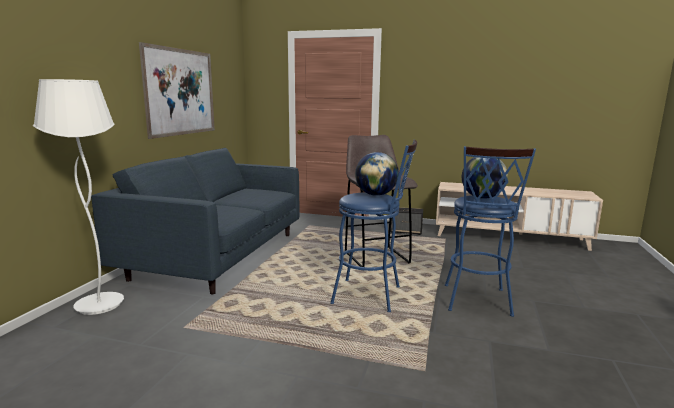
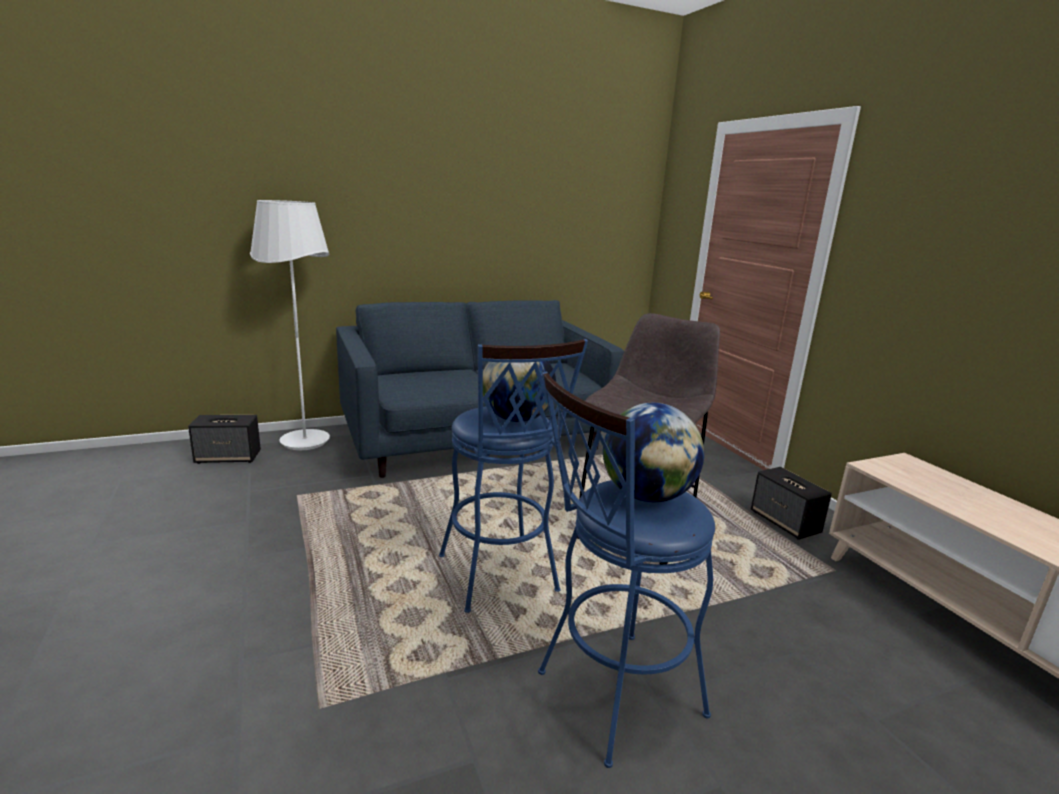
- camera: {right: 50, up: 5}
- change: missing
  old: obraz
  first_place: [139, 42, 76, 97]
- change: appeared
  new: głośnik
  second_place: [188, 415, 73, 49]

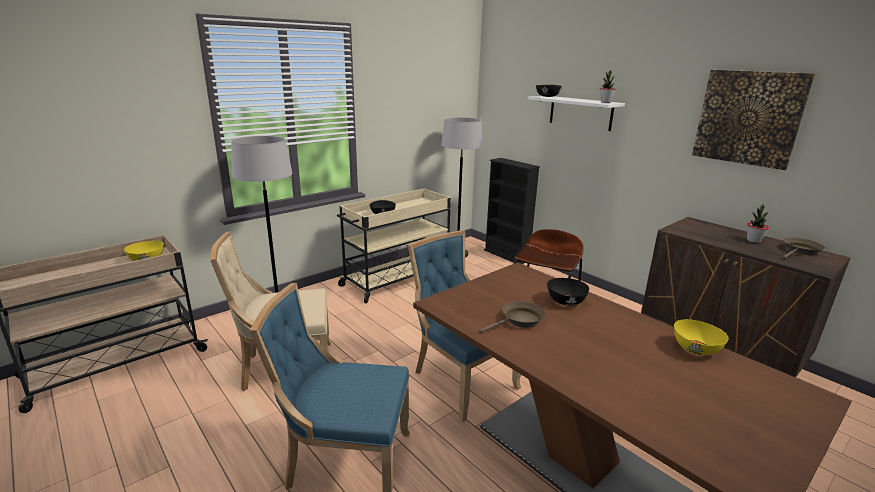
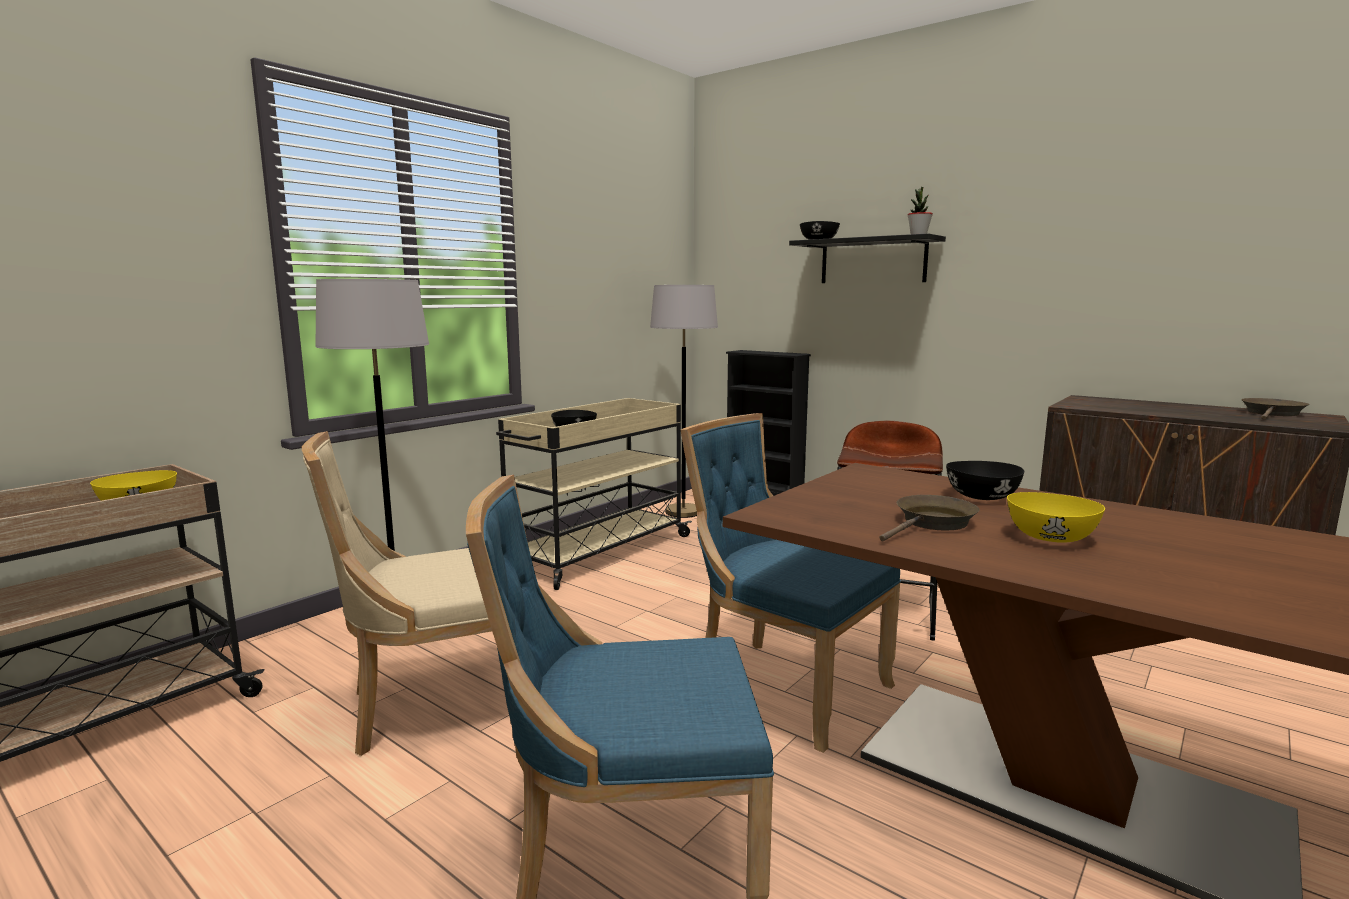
- camera: {right: -10, up: -10}
- change: colour
  old: półka (biały)
  new: półka (czarny)
  first_place: [528, 96, 97, 35]
  second_place: [789, 233, 157, 50]
- change: relocated
  old: miska (żółty)
  first_place: [674, 319, 55, 36]
  second_place: [1007, 492, 98, 51]
- change: missing
  old: obraz
  first_place: [692, 70, 123, 100]
- change: missing
  old: roślina doniczkowa
  first_place: [747, 204, 22, 39]

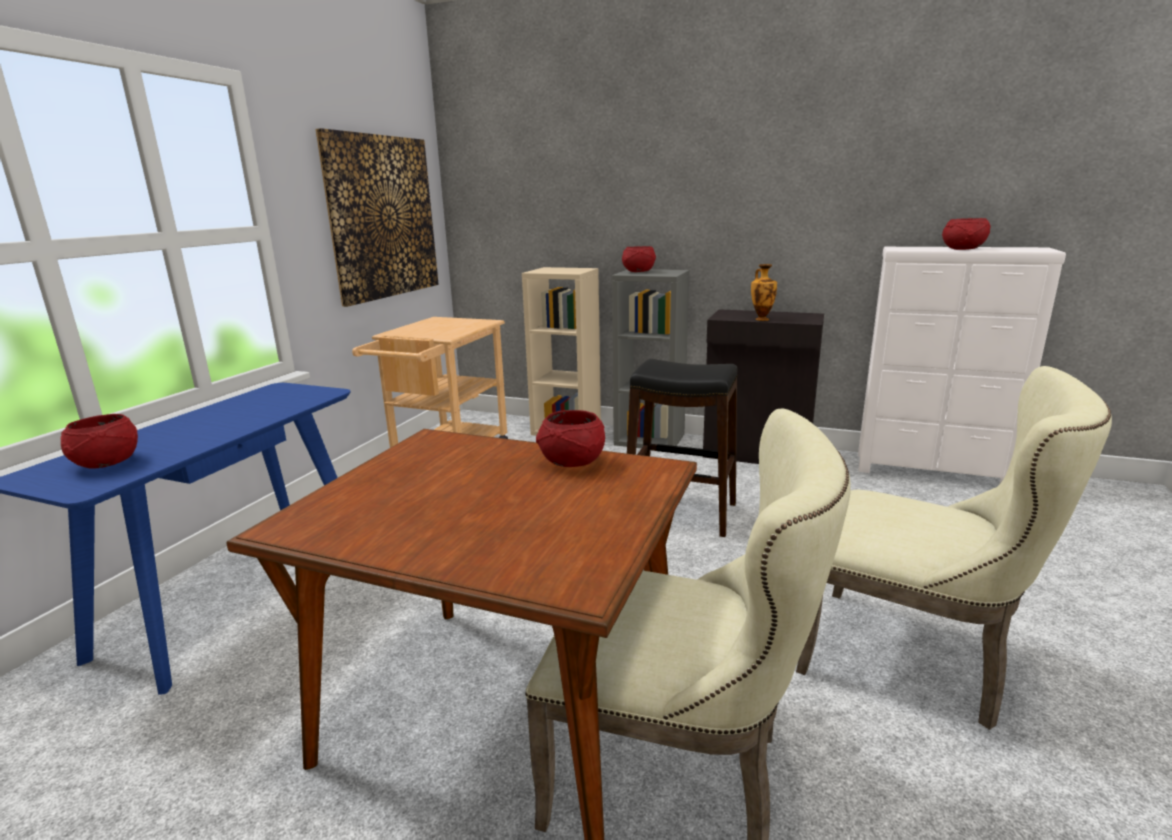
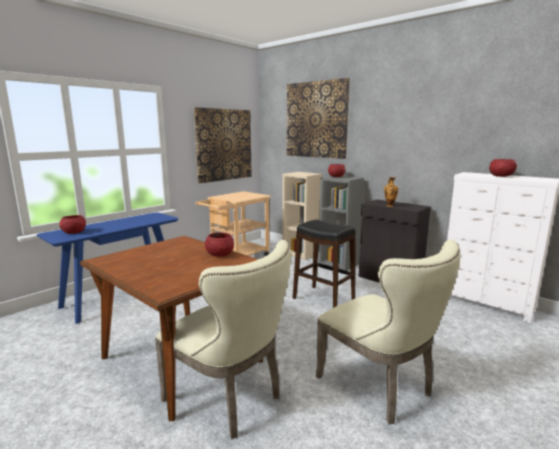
- camera: {right: 20, up: -5}
- change: appeared
  new: obraz
  second_place: [287, 78, 63, 81]

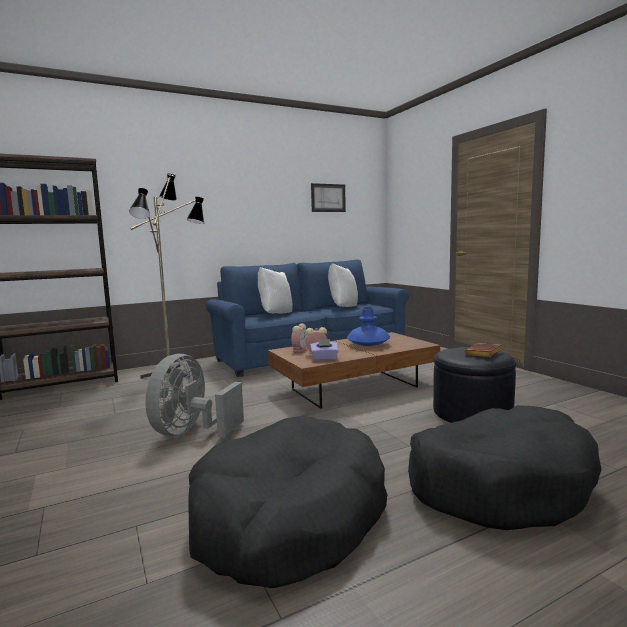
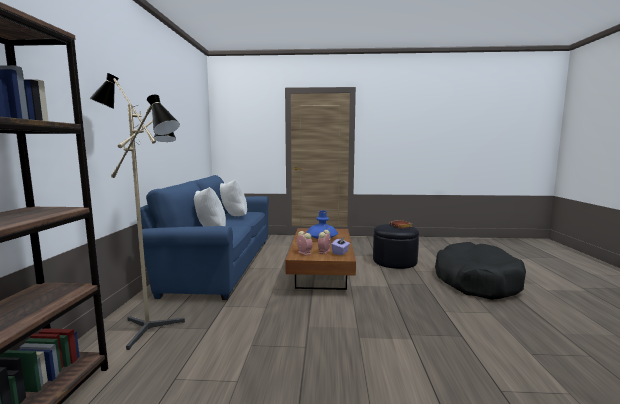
- camera: {right: -60, up: 0}
- change: missing
  old: wentylator (szary)
  first_place: [145, 354, 99, 83]
- change: missing
  old: legowisko (czarny)
  first_place: [188, 415, 199, 173]
- change: missing
  old: obraz
  first_place: [311, 183, 35, 29]

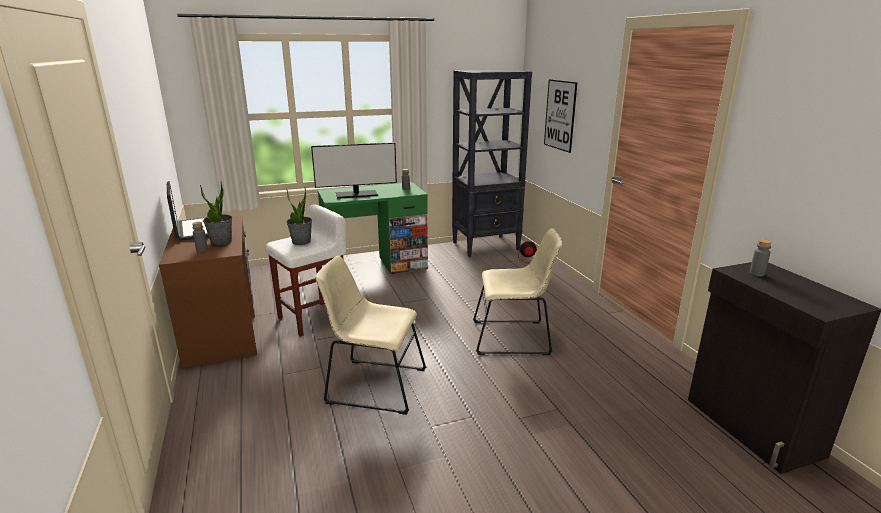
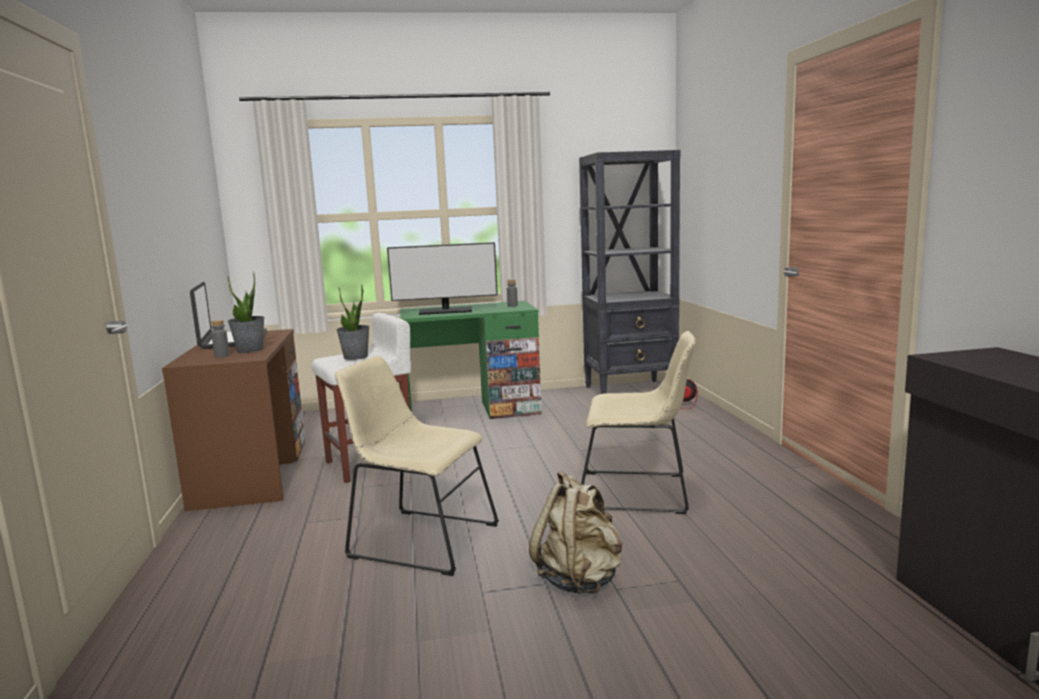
- camera: {right: 10, up: -10}
- change: missing
  old: obraz
  first_place: [544, 79, 33, 74]
- change: missing
  old: butelka (szary)
  first_place: [749, 239, 23, 37]
- change: appeared
  new: plecak (beżowy)
  second_place: [529, 471, 94, 123]

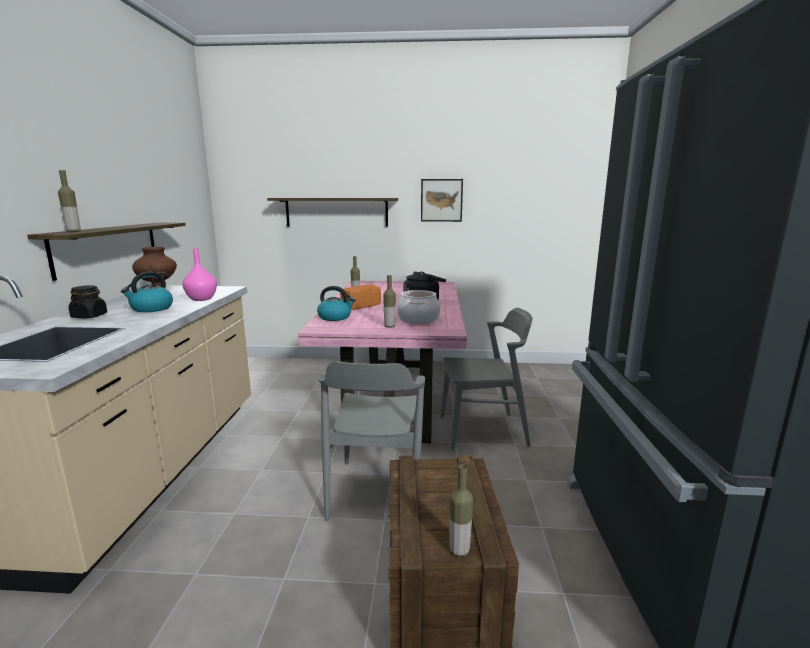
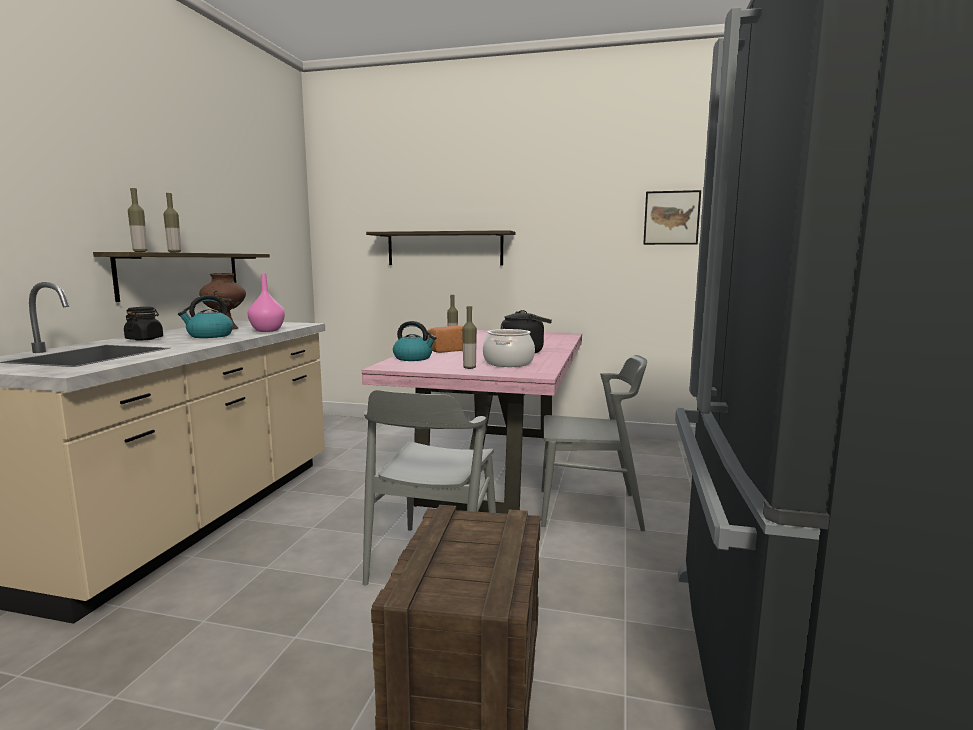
- camera: {right: 10, up: -5}
- change: relocated
  old: obraz
  first_place: [421, 179, 42, 43]
  second_place: [643, 190, 58, 55]
- change: relocated
  old: butelka
  first_place: [449, 464, 24, 93]
  second_place: [163, 193, 18, 59]

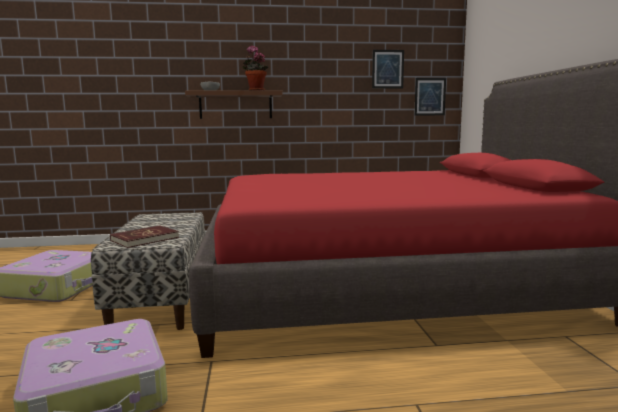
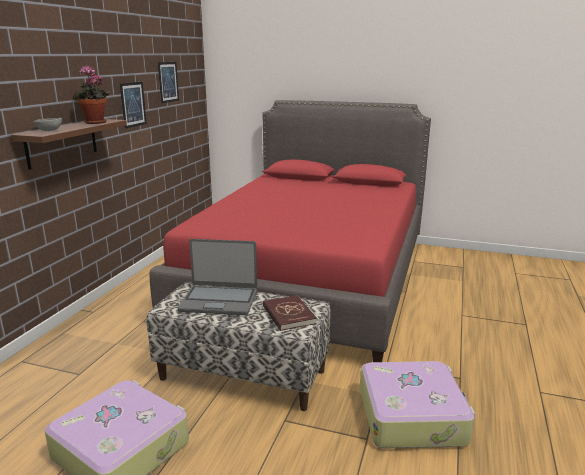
- camera: {right: -65, up: 10}
- change: relocated
  old: obraz
  first_place: [414, 78, 32, 38]
  second_place: [120, 82, 27, 47]
- change: appeared
  new: laptop
  second_place: [178, 239, 79, 76]

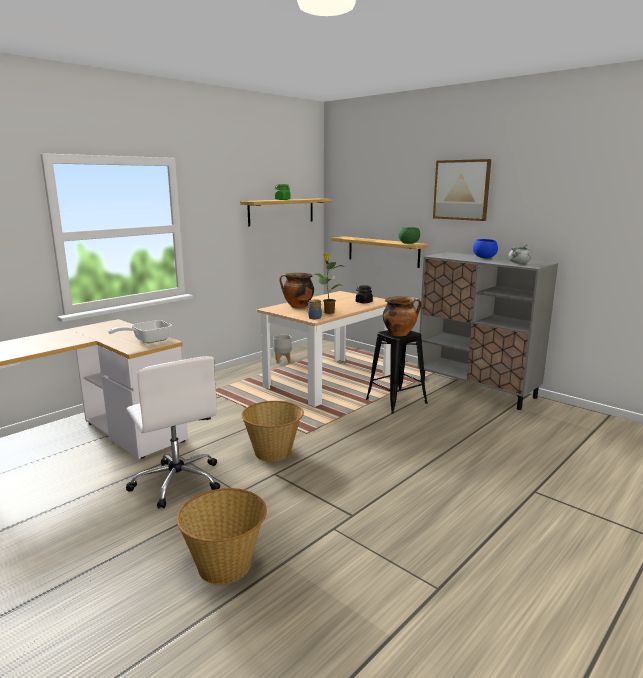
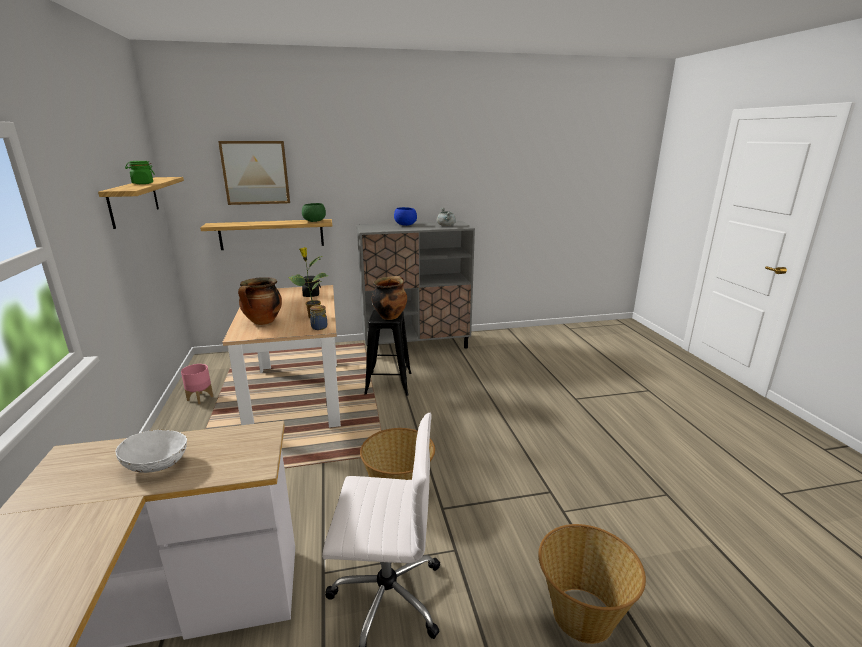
- camera: {right: -55, up: 5}
- change: missing
  old: patelnia
  first_place: [108, 320, 64, 23]
- change: colour
  old: donica (szary)
  new: donica (różowy)
  first_place: [273, 335, 19, 29]
  second_place: [181, 364, 32, 41]
- change: relocated
  old: obraz
  first_place: [433, 159, 58, 62]
  second_place: [218, 141, 72, 64]
- change: appeared
  new: miska (biały)
  second_place: [116, 429, 71, 44]

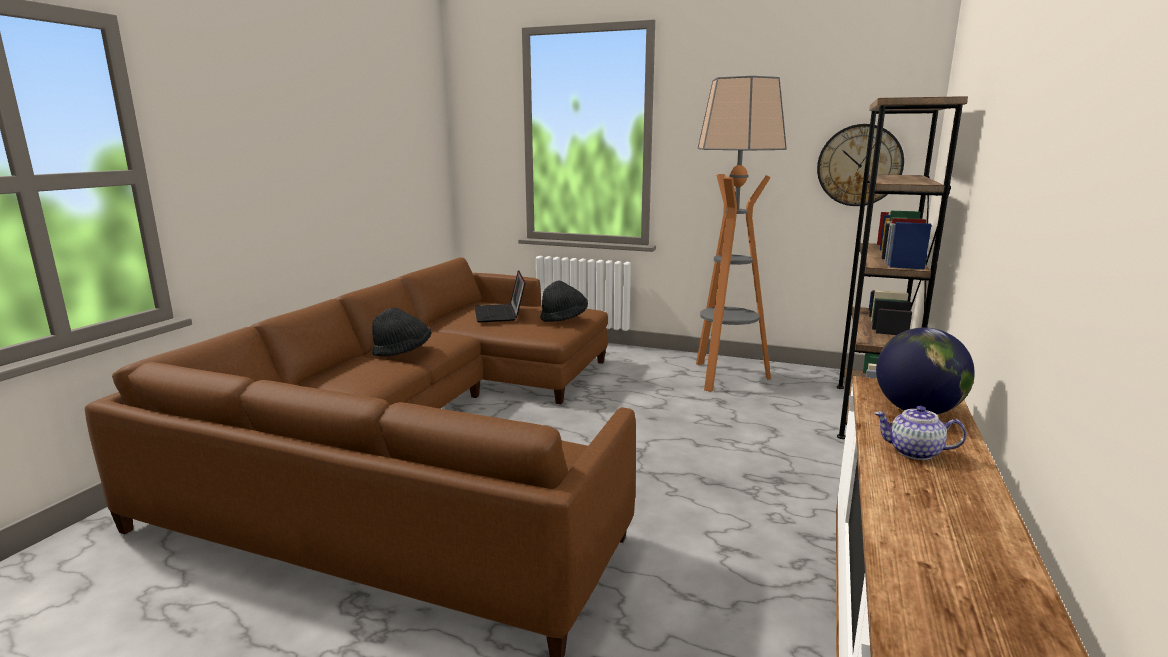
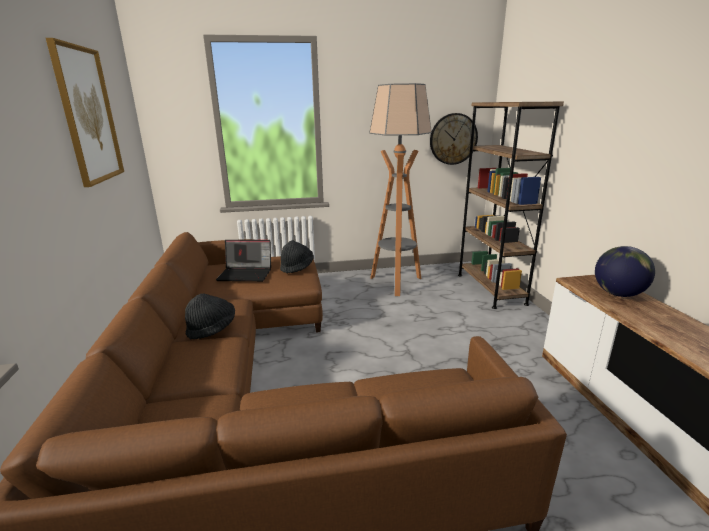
- camera: {right: -30, up: 5}
- change: spun
  old: laptop
  first_place: [474, 270, 52, 53]
  second_place: [216, 240, 55, 42]
  degrees: -45
- change: missing
  old: imbryk
  first_place: [874, 406, 93, 54]
- change: appeared
  new: obraz
  second_place: [46, 38, 78, 149]

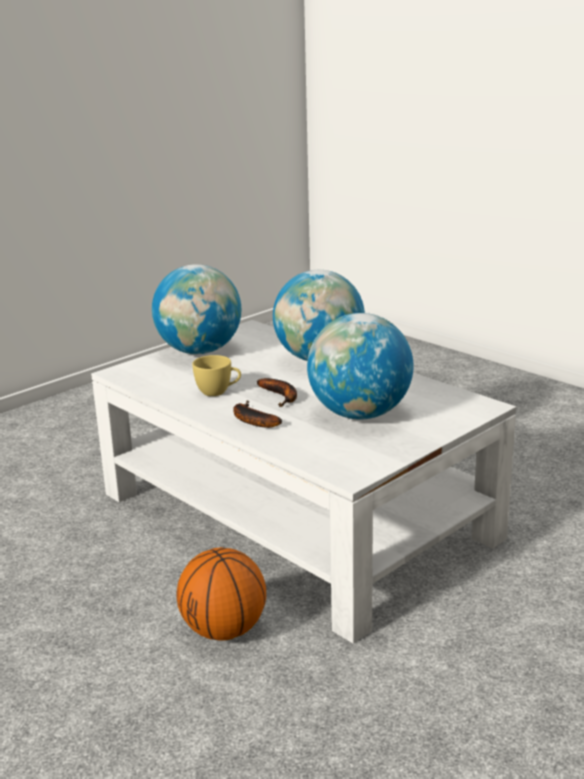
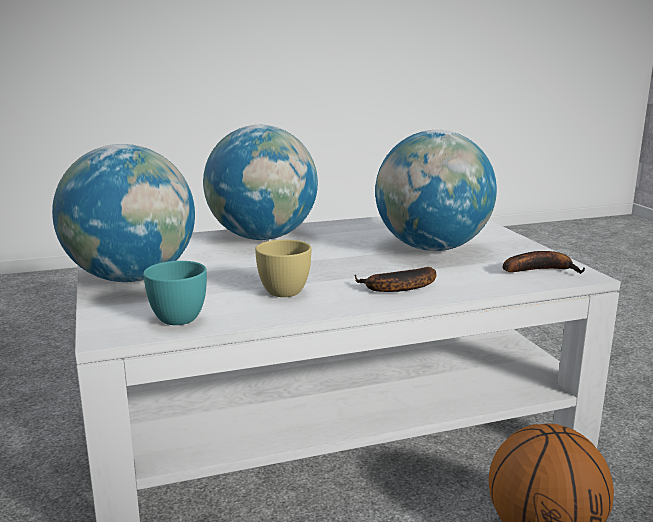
- camera: {right: -65, up: -5}
- change: relocated
  old: banan
  first_place: [257, 378, 40, 29]
  second_place: [503, 251, 82, 23]
- change: appeared
  new: filiżanka (turkusowy)
  second_place: [143, 261, 64, 64]

